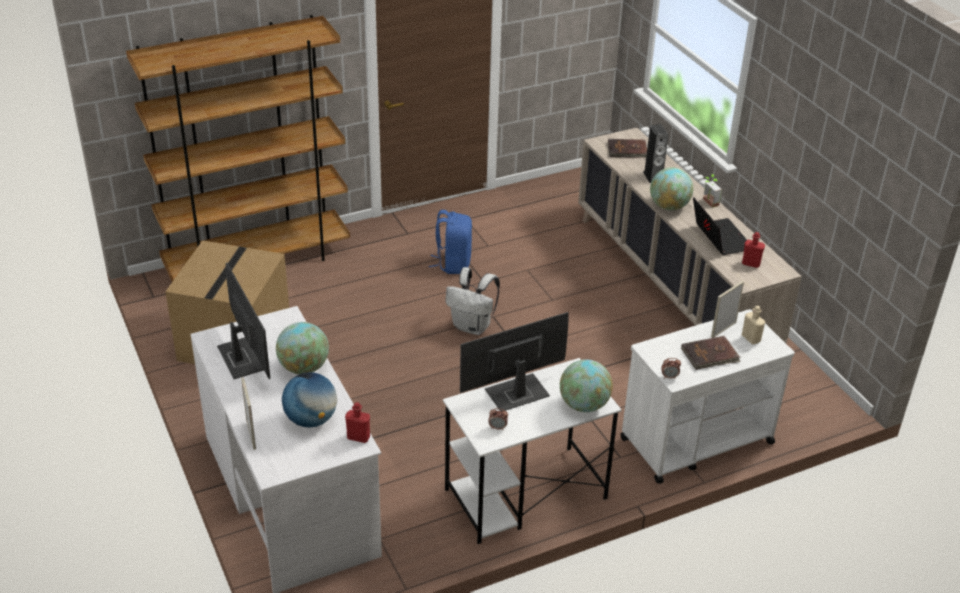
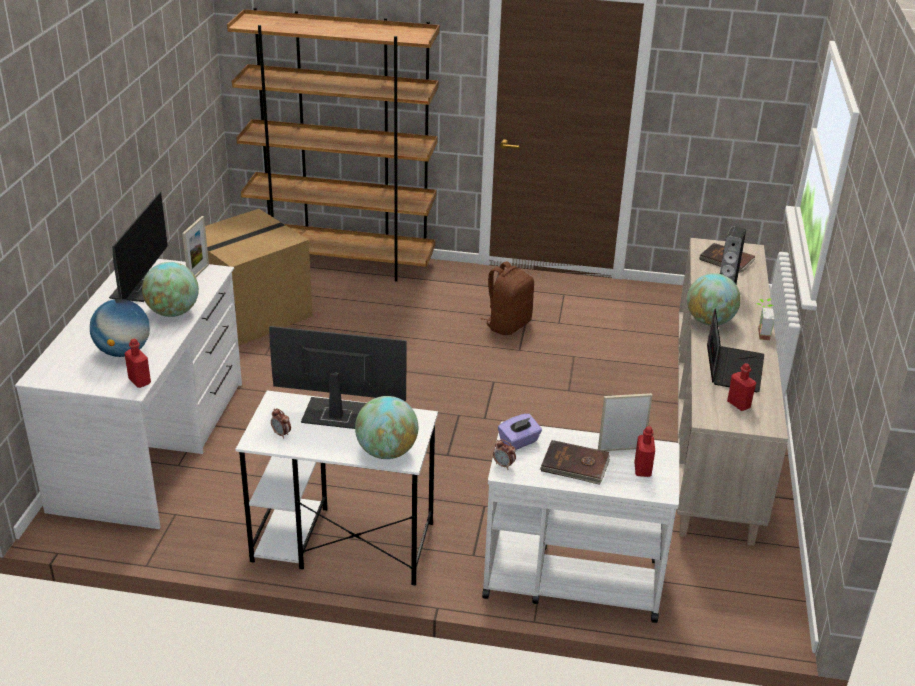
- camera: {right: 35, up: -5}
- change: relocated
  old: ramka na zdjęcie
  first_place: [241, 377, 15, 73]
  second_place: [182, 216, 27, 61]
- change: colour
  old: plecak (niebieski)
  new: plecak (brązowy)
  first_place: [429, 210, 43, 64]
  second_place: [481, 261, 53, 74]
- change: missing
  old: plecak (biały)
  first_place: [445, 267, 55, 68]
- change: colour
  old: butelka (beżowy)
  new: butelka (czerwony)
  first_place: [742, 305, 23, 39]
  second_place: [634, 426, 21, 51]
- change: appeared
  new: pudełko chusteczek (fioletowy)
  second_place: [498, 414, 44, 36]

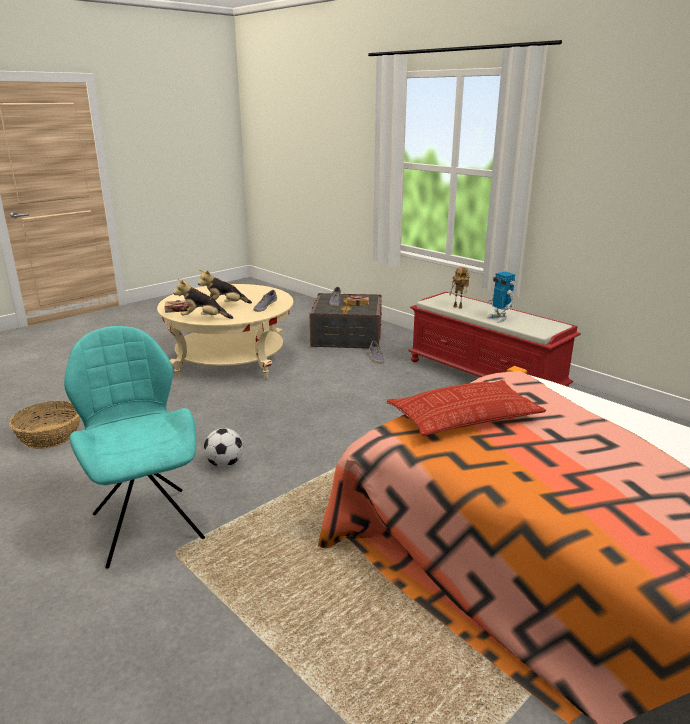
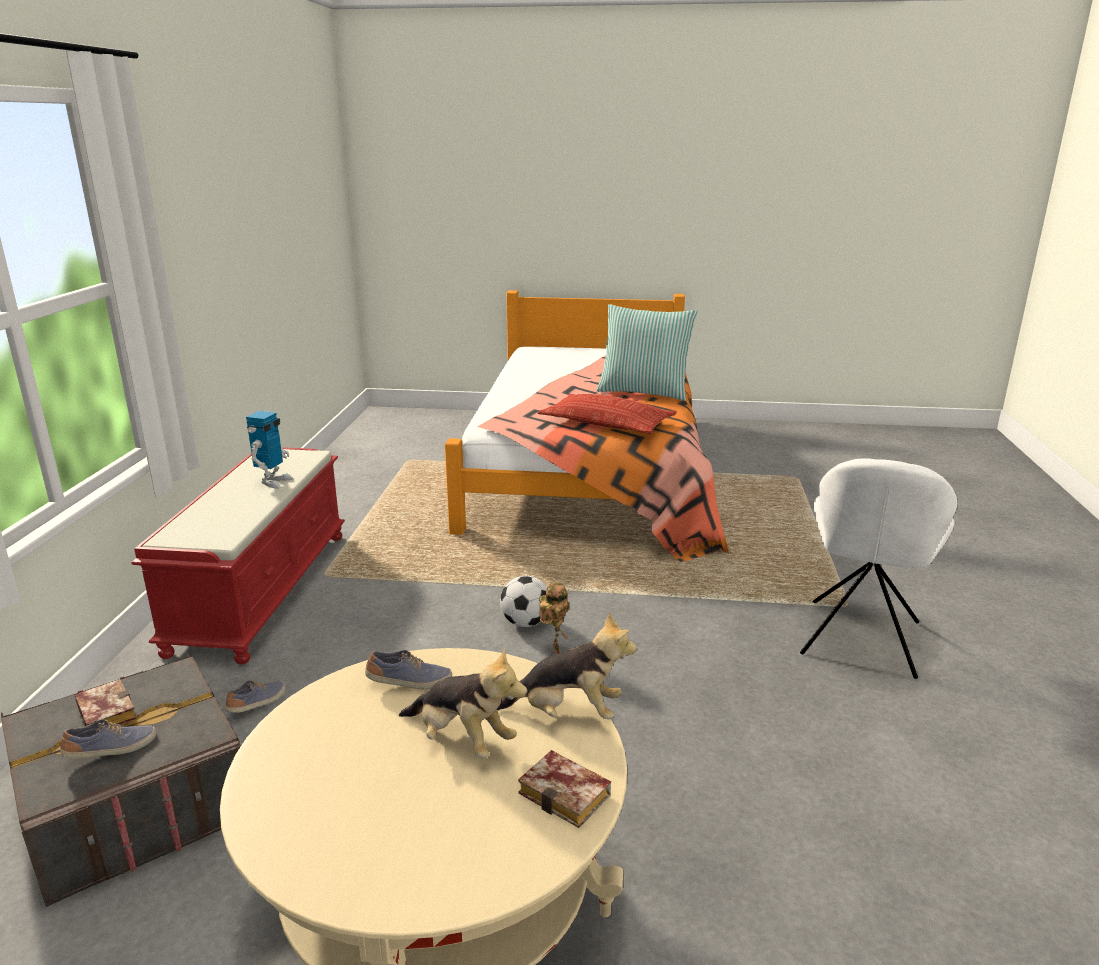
- camera: {right: -130, up: 0}
- change: missing
  old: koszyk
  first_place: [9, 401, 71, 48]
- change: colour
  old: krzesło (turkusowy)
  new: krzesło (biały)
  first_place: [64, 326, 141, 243]
  second_place: [800, 458, 157, 221]
- change: spun
  old: pluszak
  first_place: [173, 278, 60, 41]
  second_place: [497, 612, 140, 107]
  degrees: -45
- change: relocated
  old: piłka futbolowa
  first_place: [204, 428, 39, 39]
  second_place: [500, 576, 47, 51]
- change: relocated
  old: robot zabawkowy
  first_place: [450, 267, 20, 42]
  second_place: [539, 582, 31, 72]
- change: appeared
  new: poduszka
  second_place: [596, 304, 102, 97]

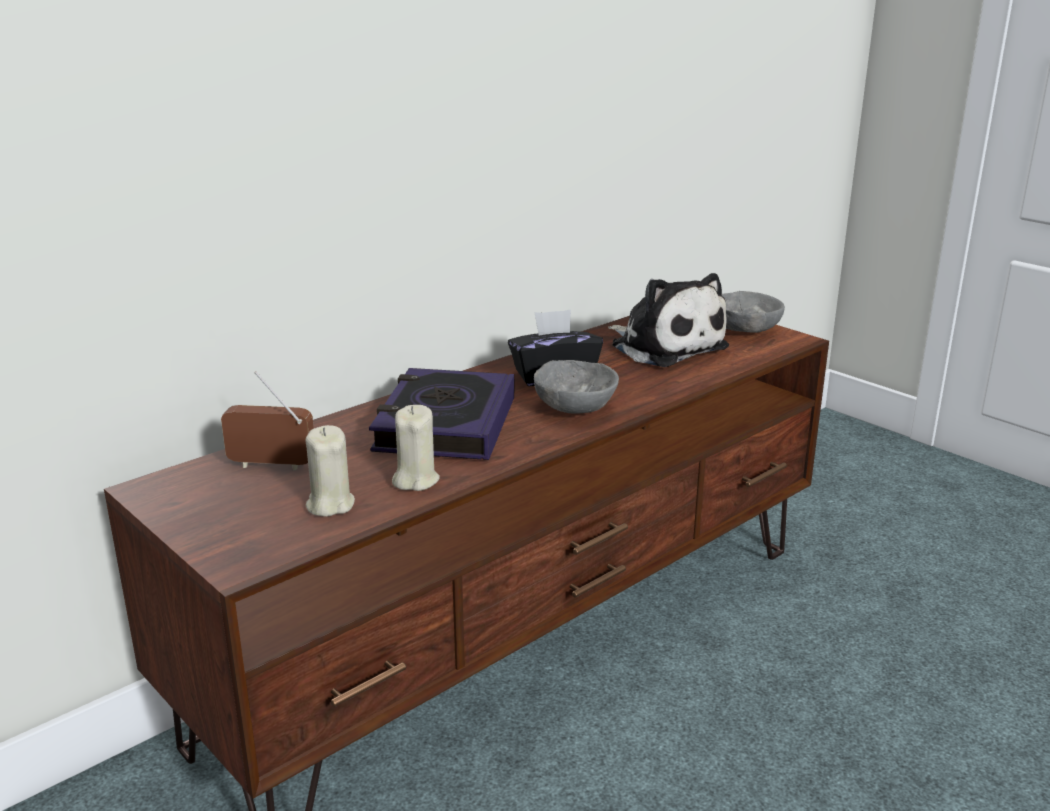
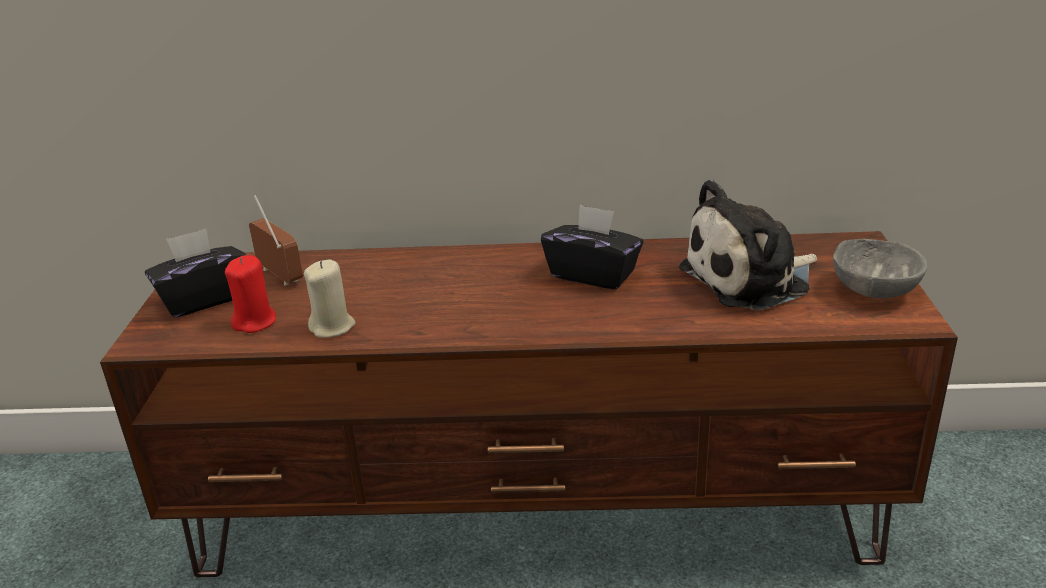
- camera: {right: 45, up: 5}
- change: colour
  old: świeca (beżowy)
  new: świeca (czerwony)
  first_place: [306, 425, 49, 92]
  second_place: [225, 255, 51, 78]
- change: missing
  old: książka
  first_place: [369, 368, 145, 92]
- change: missing
  old: miska (szary)
  first_place: [534, 360, 85, 54]
- change: spun
  old: pluszak
  first_place: [608, 273, 121, 94]
  second_place: [679, 179, 138, 131]
  degrees: 60
- change: appeared
  new: pudełko chusteczek (czarny)
  second_place: [145, 229, 101, 89]

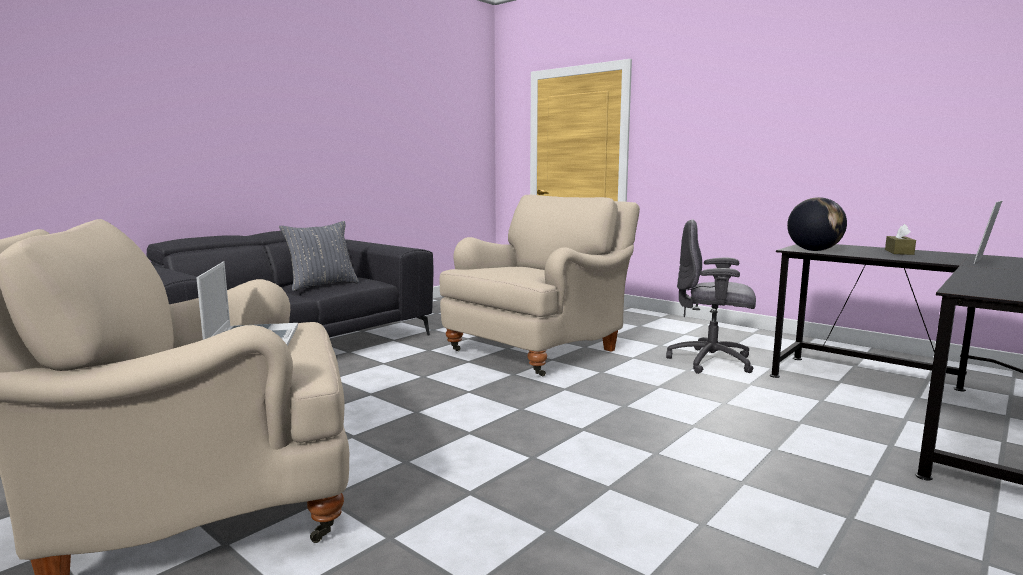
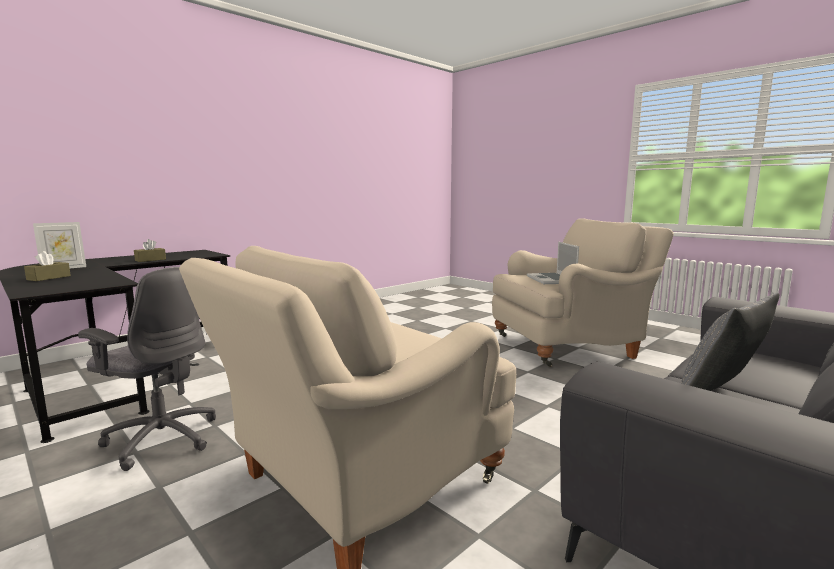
- camera: {right: -175, up: 0}
- change: missing
  old: globus
  first_place: [787, 197, 60, 54]
- change: appeared
  new: pudełko chusteczek (brązowy)
  second_place: [134, 239, 32, 23]

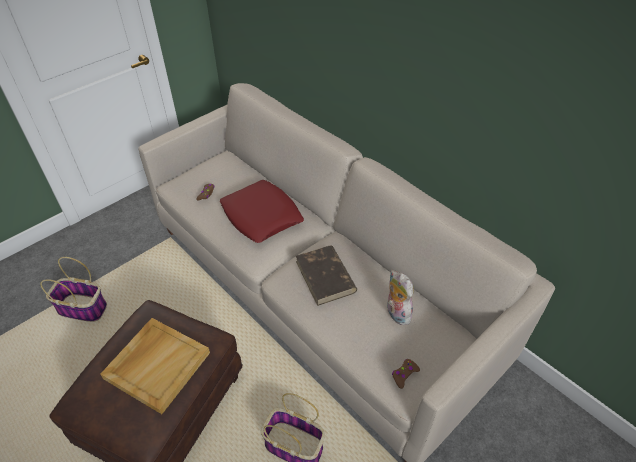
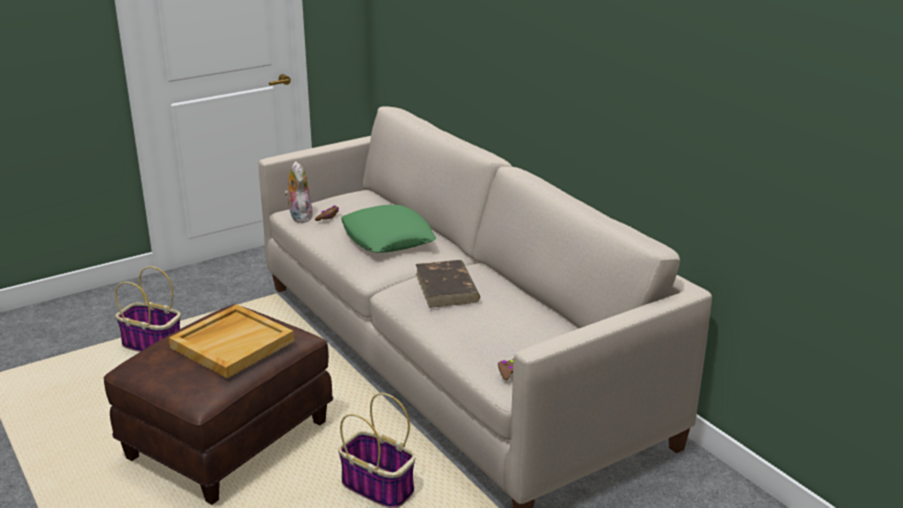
- camera: {right: 10, up: -20}
- change: colour
  old: poduszka (czerwony)
  new: poduszka (zielony)
  first_place: [220, 180, 84, 63]
  second_place: [341, 205, 95, 47]
- change: relocated
  old: pluszak
  first_place: [387, 270, 27, 55]
  second_place: [284, 161, 29, 62]

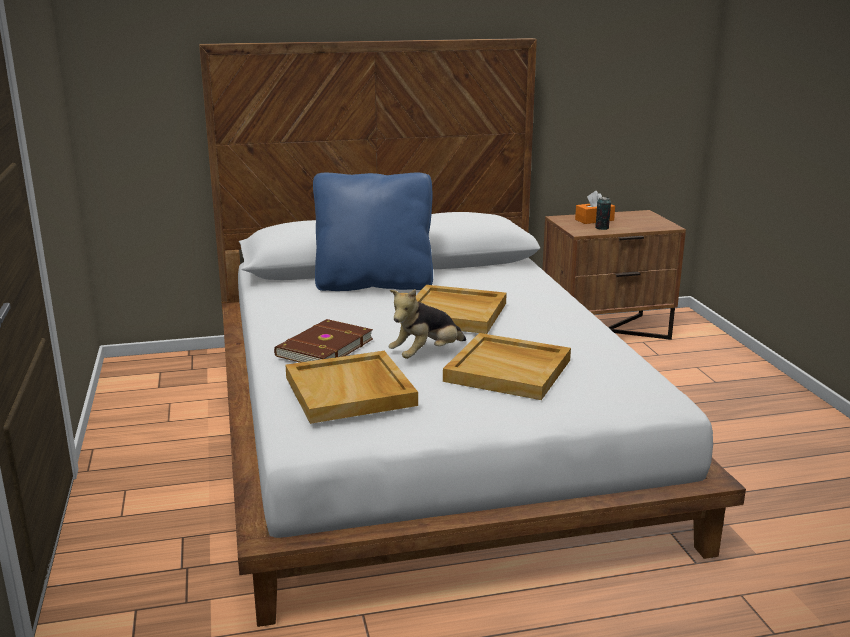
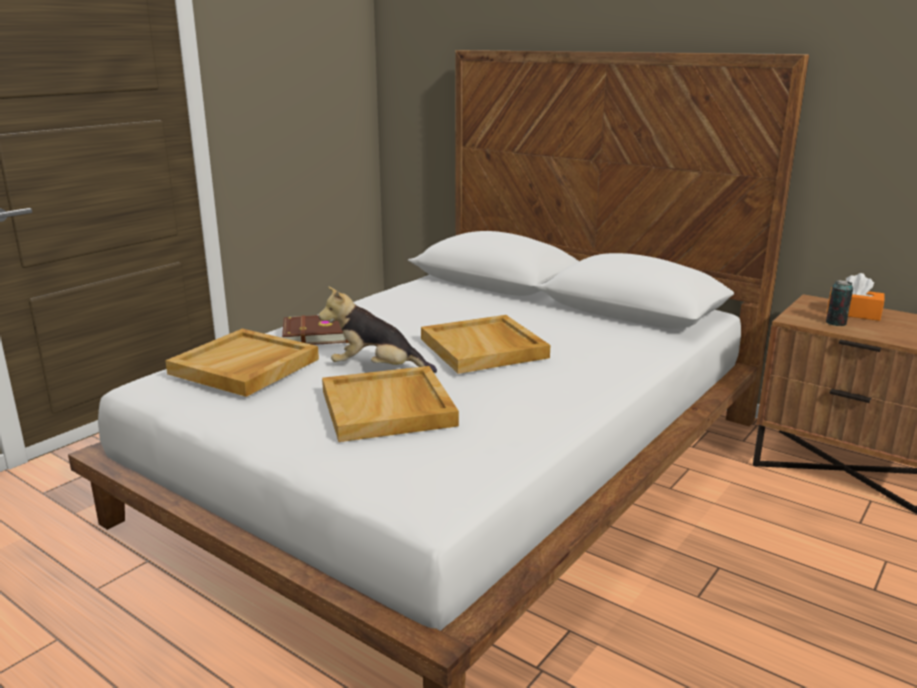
- camera: {right: 50, up: 0}
- change: missing
  old: poduszka (niebieski)
  first_place: [313, 173, 120, 118]

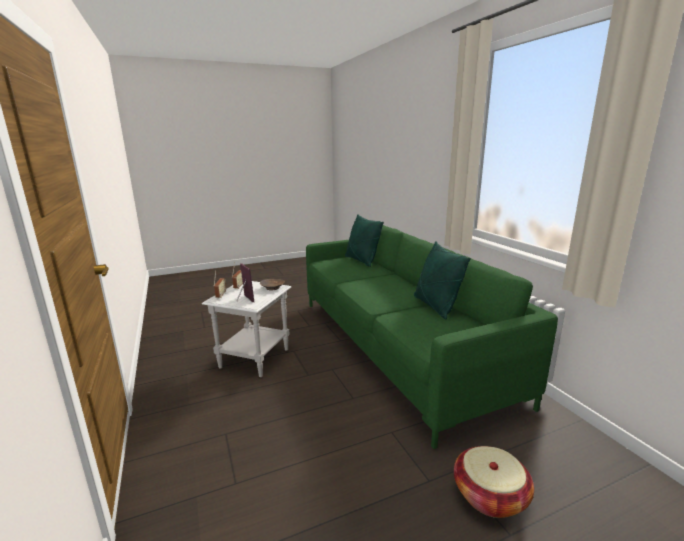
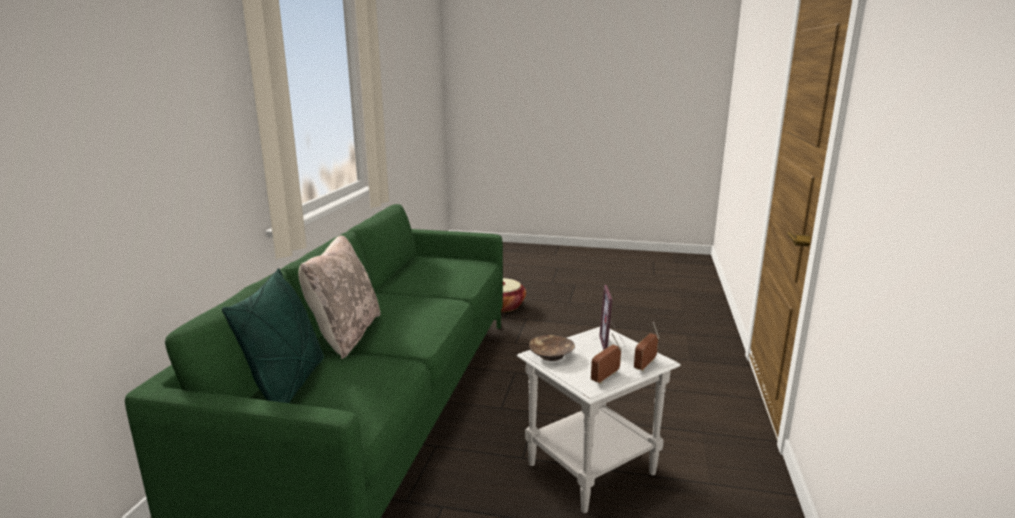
- camera: {right: -145, up: 0}
- change: missing
  old: poduszka (zielony)
  first_place: [414, 241, 57, 78]
- change: appeared
  new: poduszka (beżowy)
  second_place: [298, 235, 83, 124]

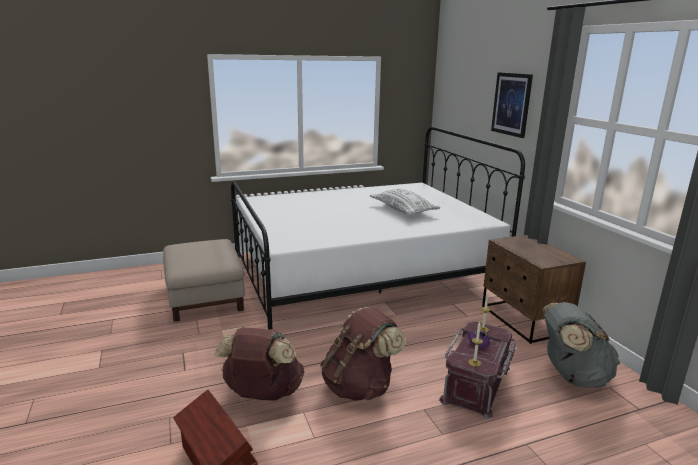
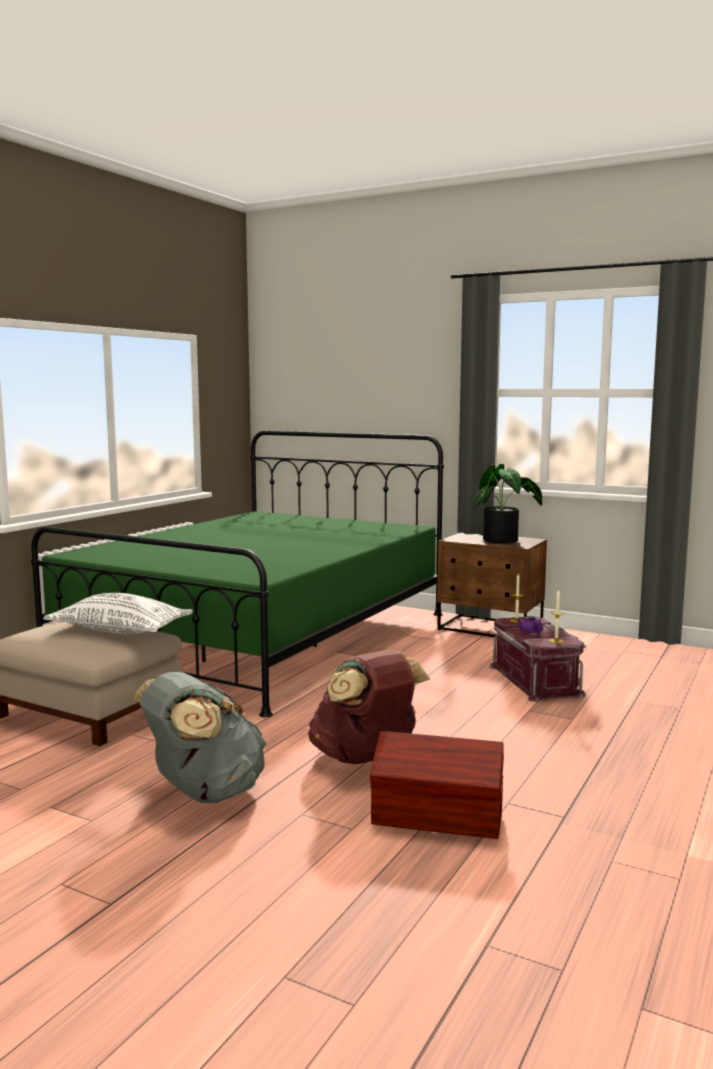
- camera: {right: -40, up: -10}
- change: colour
  old: łóżko (biały)
  new: łóżko (zielony)
  first_place: [231, 126, 294, 204]
  second_place: [31, 431, 413, 286]
- change: missing
  old: plecak (brązowy)
  first_place: [320, 307, 86, 94]
- change: relocated
  old: poduszka (biały)
  first_place: [370, 189, 71, 26]
  second_place: [43, 593, 150, 41]
- change: missing
  old: obraz
  first_place: [491, 72, 42, 66]
- change: relocated
  old: plecak (szary)
  first_place: [542, 302, 79, 86]
  second_place: [134, 672, 133, 131]
- change: appeared
  new: roślina doniczkowa
  second_place: [474, 464, 68, 80]

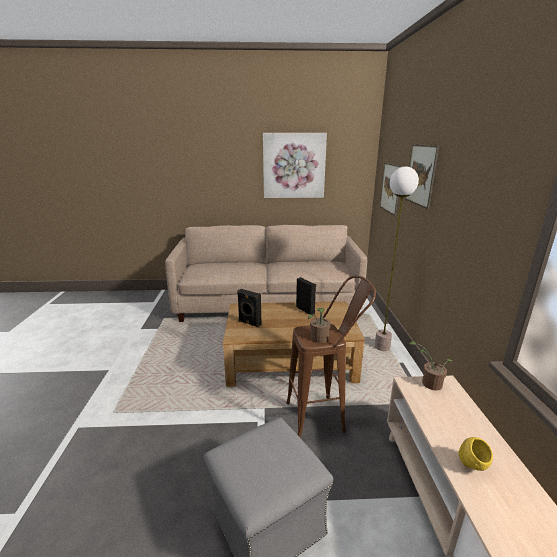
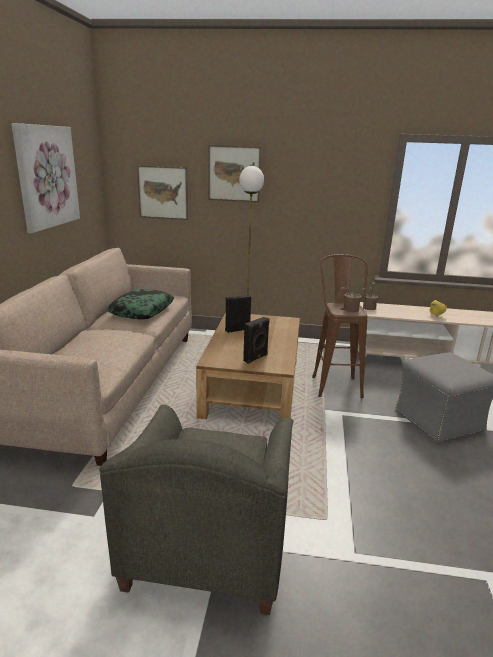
- camera: {right: -80, up: 0}
- change: appeared
  new: fotel (szary)
  second_place: [99, 404, 194, 211]
- change: appeared
  new: poduszka
  second_place: [107, 289, 67, 30]

